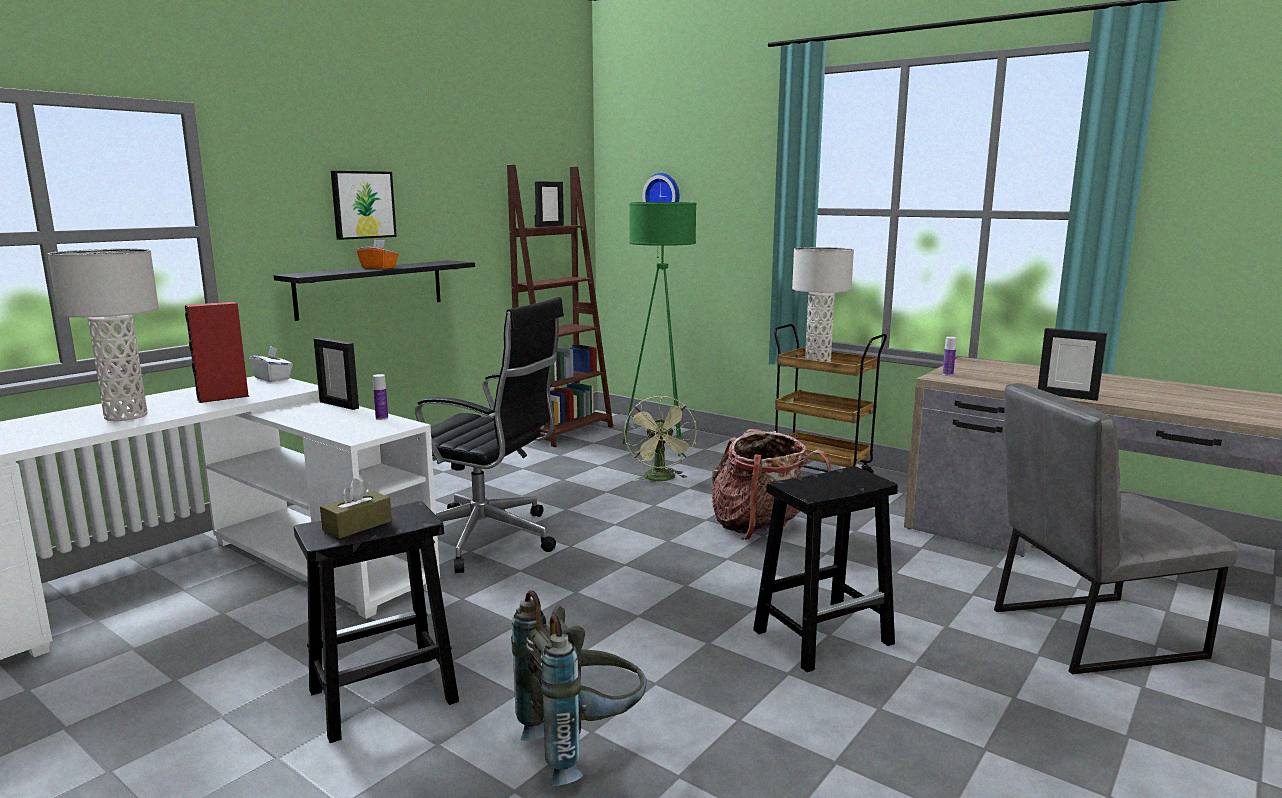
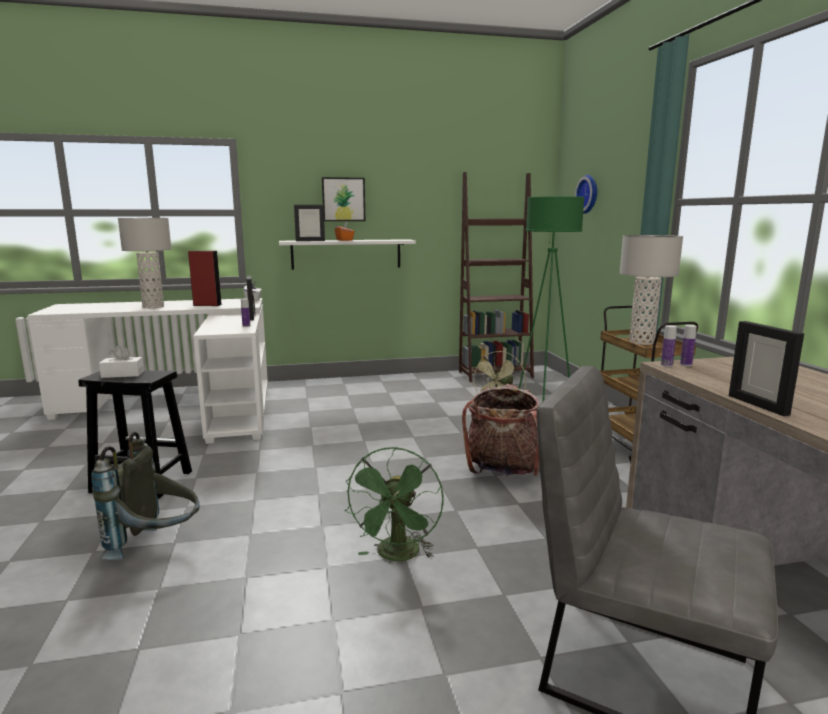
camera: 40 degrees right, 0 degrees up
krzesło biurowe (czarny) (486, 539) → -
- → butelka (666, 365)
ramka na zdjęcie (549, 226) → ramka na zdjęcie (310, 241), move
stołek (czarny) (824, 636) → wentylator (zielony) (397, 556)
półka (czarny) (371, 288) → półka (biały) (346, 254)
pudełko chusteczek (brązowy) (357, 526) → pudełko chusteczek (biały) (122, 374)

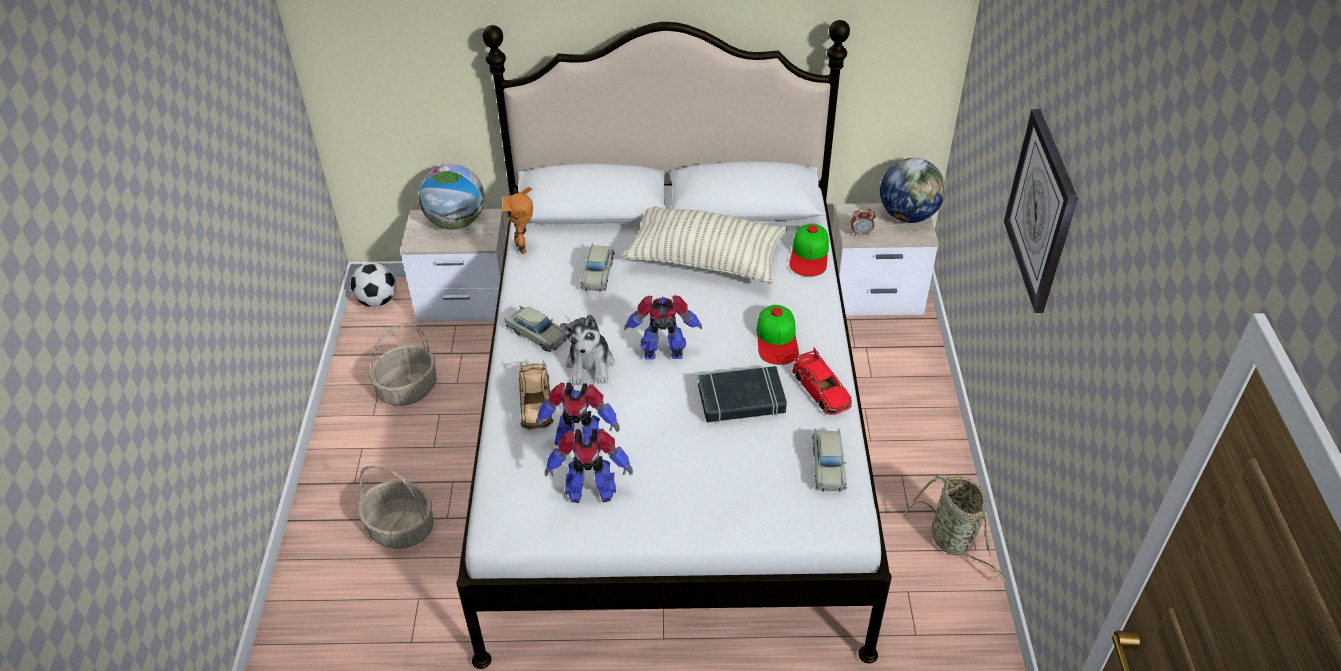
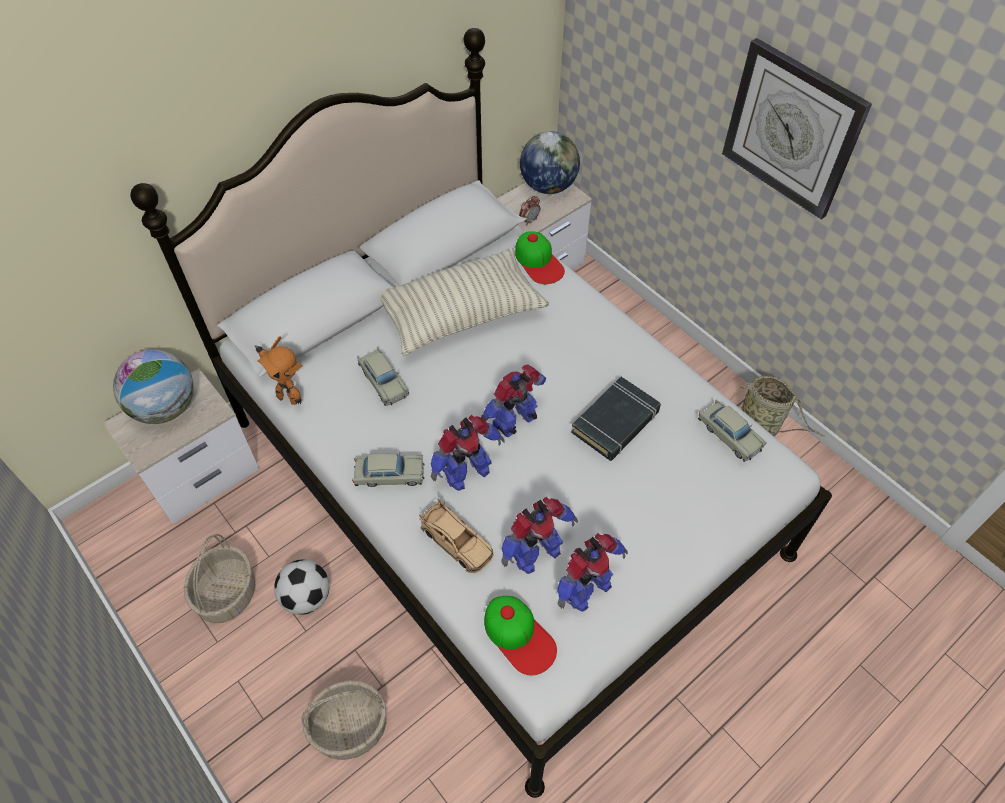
camera: 40 degrees left, 10 degrees up
samochodzik (czerwony) (821, 389) → -
piłka futbolowa (377, 300) → piłka futbolowa (307, 597), move
czapka z daszkiem (777, 339) → czapka z daszkiem (519, 636), move
pluszak (590, 365) → robot zabawkowy (466, 472)

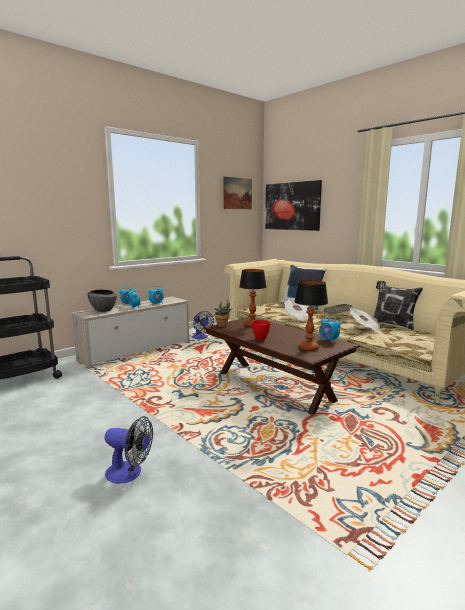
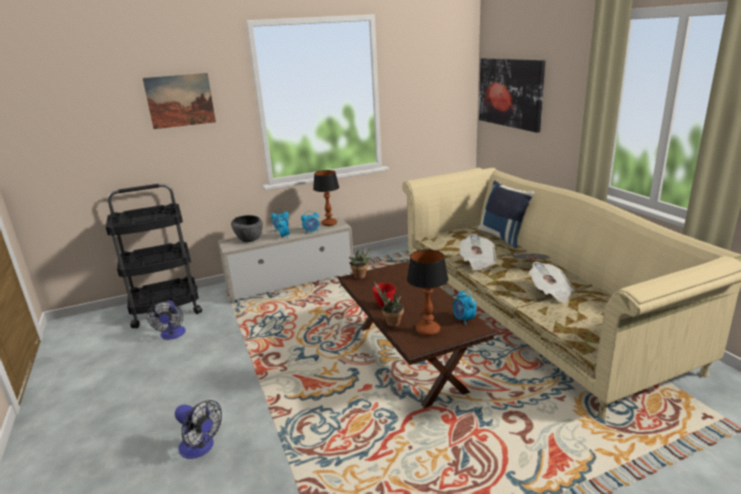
camera: 20 degrees right, 10 degrees up
poduszka (392, 325) → -
- → roślina doniczkowa (391, 323)
wentylator (201, 338) → wentylator (172, 335), move
obraz (237, 193) → obraz (180, 100), move
lampa stołowa (252, 325) → lampa stołowa (329, 224), move

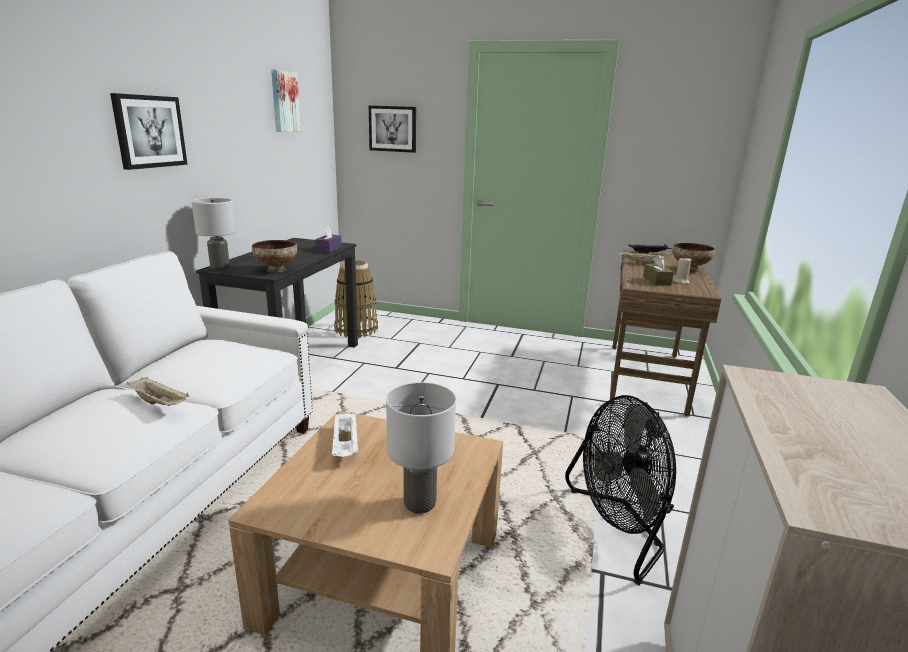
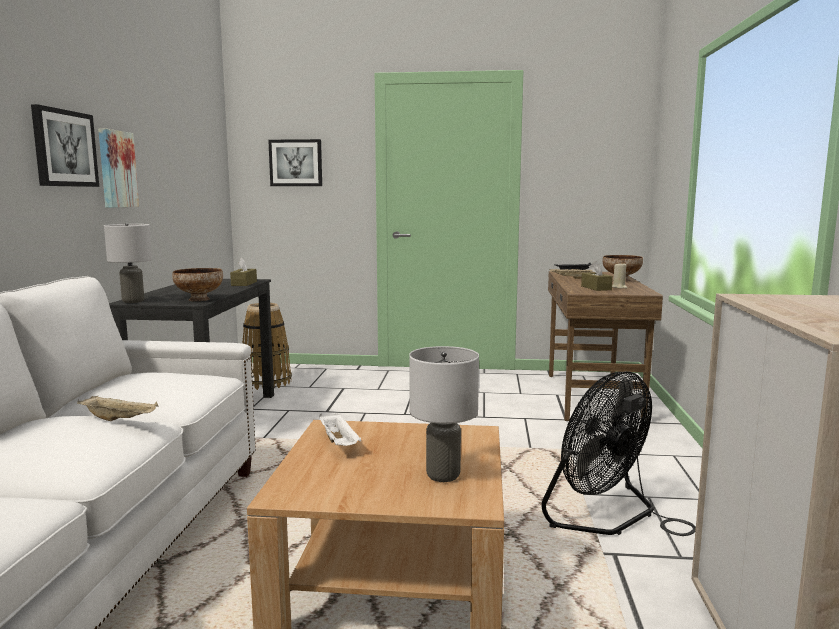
camera: 10 degrees left, 10 degrees down
obraz (284, 101) → obraz (116, 169), move
pudełko chusteczek (fioletowy) (329, 249) → pudełko chusteczek (brązowy) (244, 283)
wentylator (czarny) (623, 525) → wentylator (czarny) (618, 515), 75 degrees clockwise

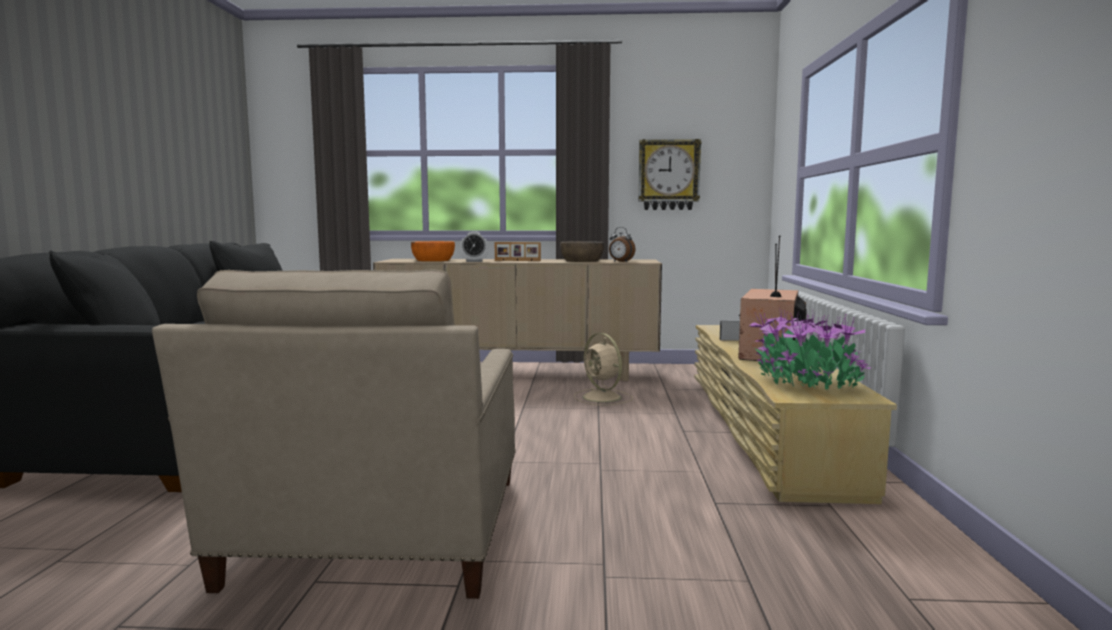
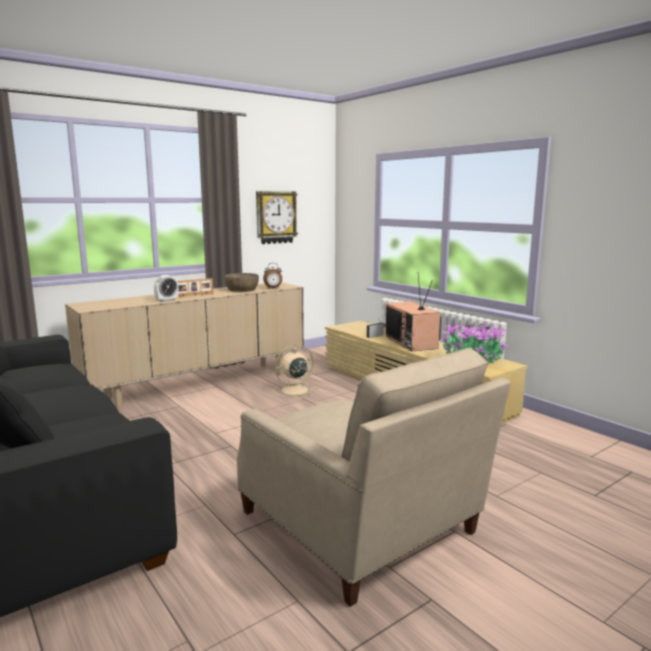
camera: 40 degrees left, 5 degrees up
miska (pomarańczowy) (433, 260) → -
wentylator (beżowy) (603, 397) → wentylator (beżowy) (293, 391), 135 degrees clockwise

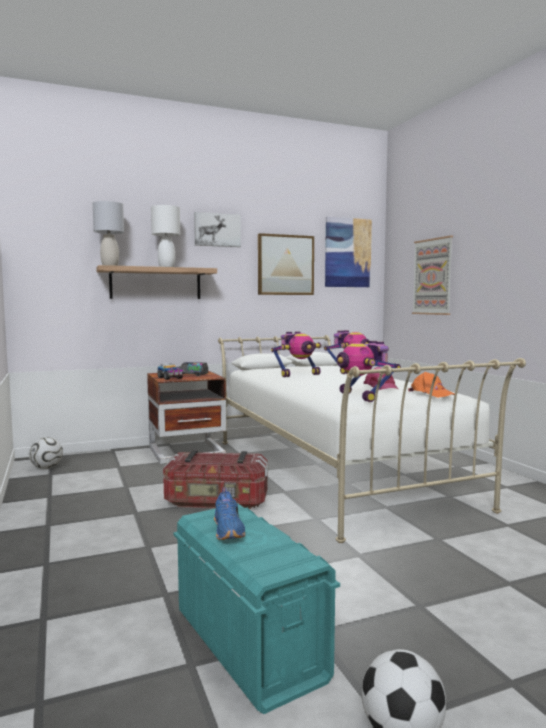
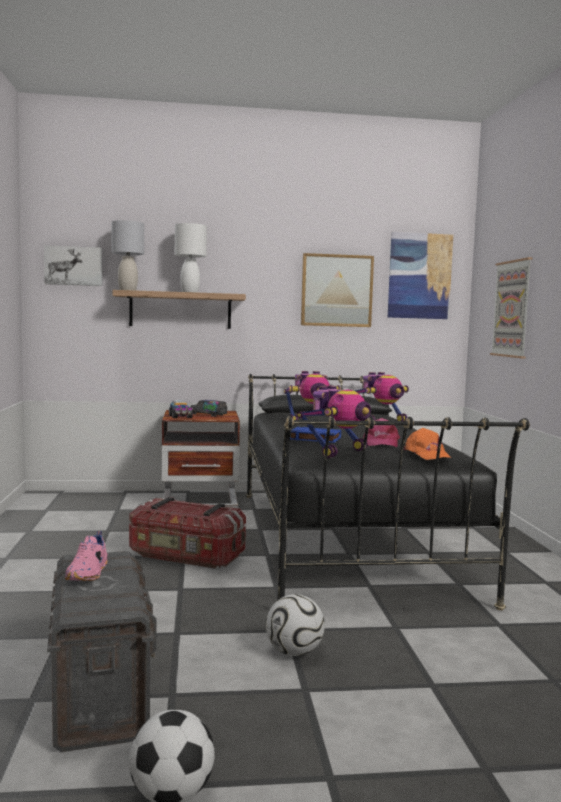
camera: 15 degrees right, 0 degrees up
- → książka (niebieski) (314, 438)
piłka futbolowa (47, 468) → piłka futbolowa (294, 652), move
obraz (217, 230) → obraz (73, 266), move
pojemnik do przechowywania (turkusowy) (249, 644) → pojemnik do przechowywania (szary) (99, 692)
but (niebieski) (229, 530) → but (różowy) (89, 573)
łóżko (biały) (333, 471) → łóżko (czarny) (344, 540)
robot zabawkowy (363, 397) → robot zabawkowy (337, 452), 135 degrees counterclockwise

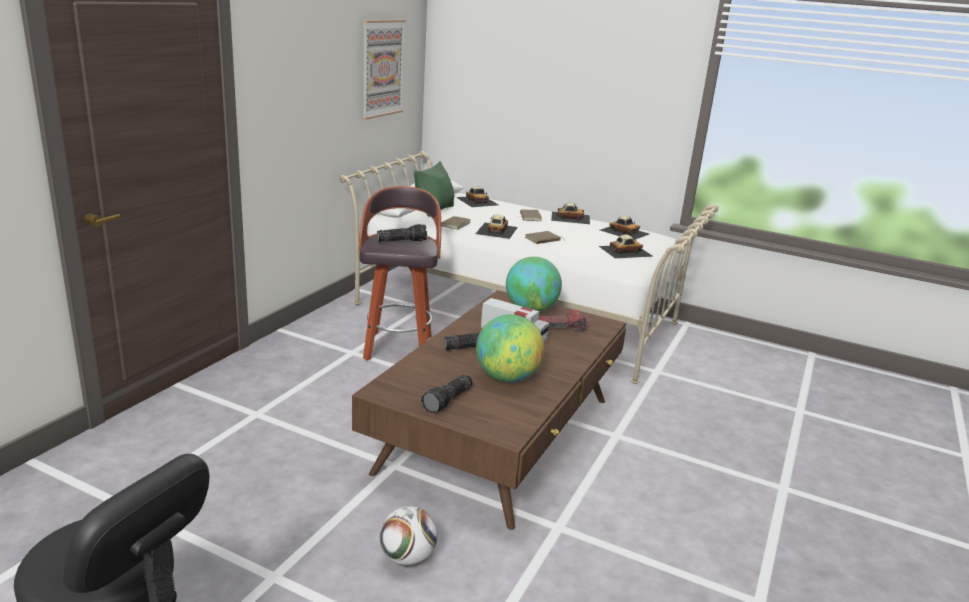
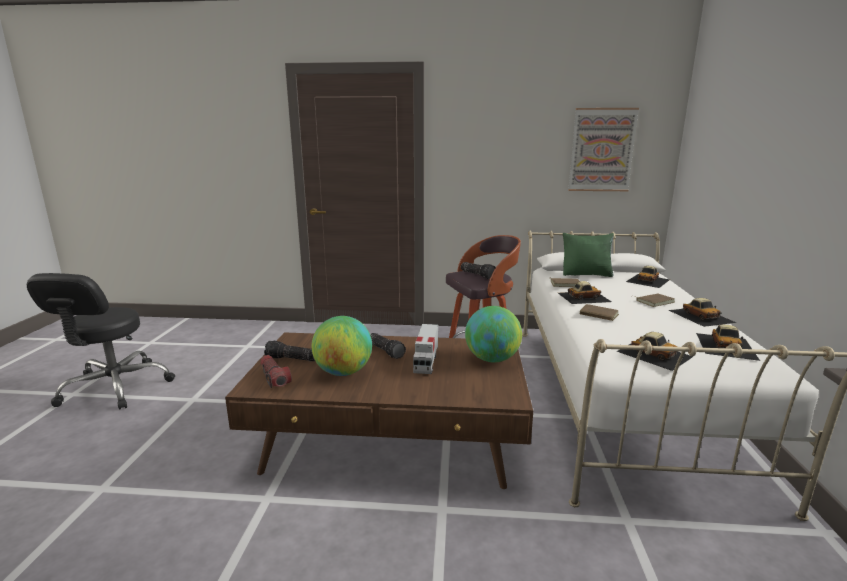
camera: 70 degrees right, 5 degrees down
piłka futbolowa (407, 558) → -
latarka (559, 328) → latarka (274, 377), move

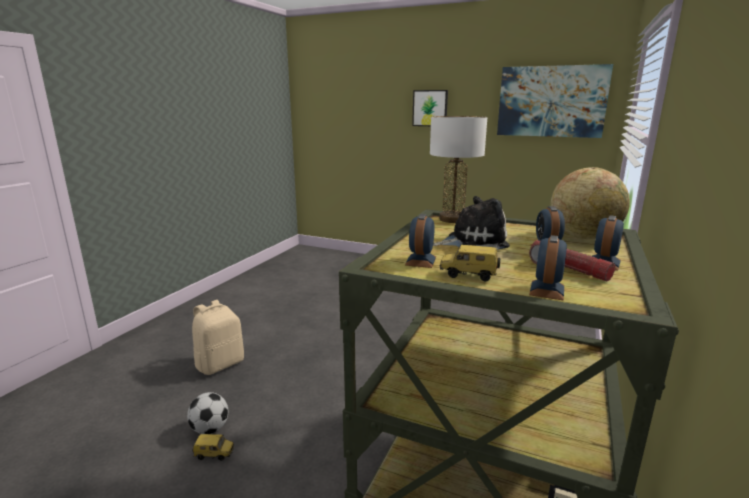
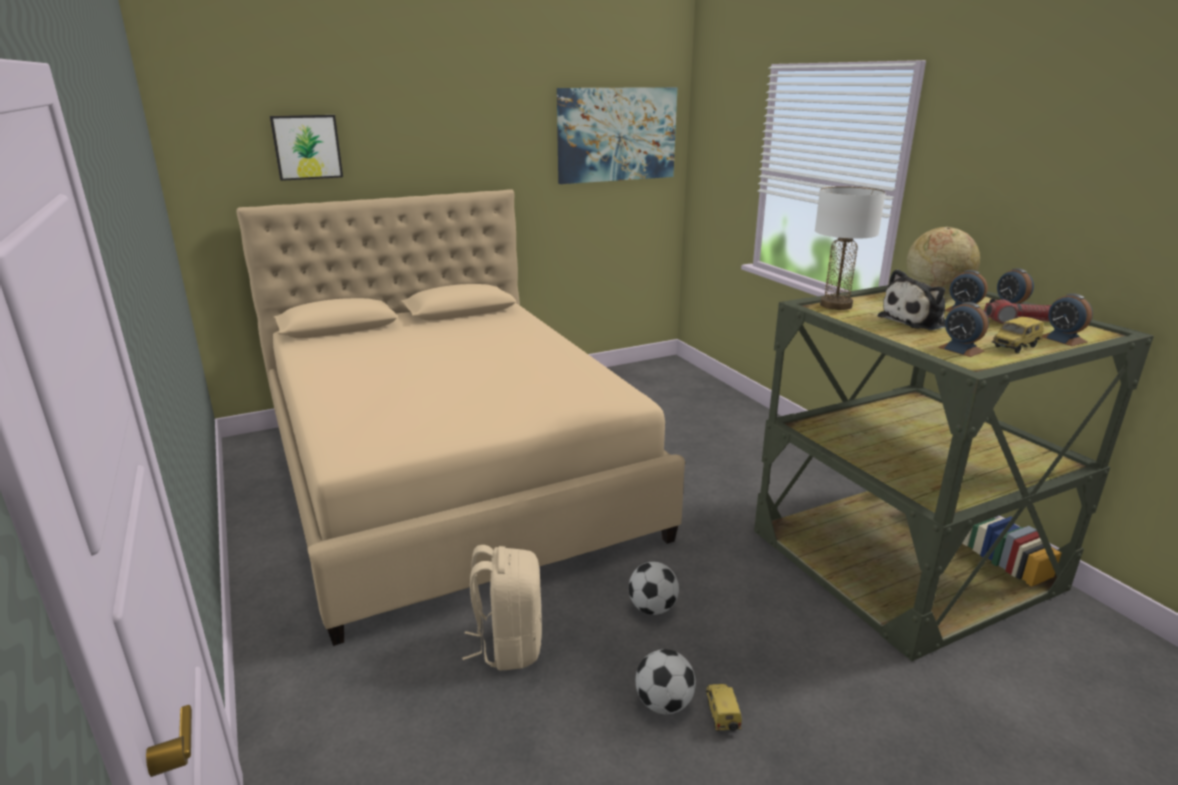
camera: 50 degrees left, 5 degrees up
- → łóżko (beżowy) (452, 477)
- → piłka futbolowa (653, 608)
obraz (430, 108) → obraz (307, 147), move
samochodzik (214, 454) → samochodzik (720, 715), 45 degrees counterclockwise
pluszak (473, 242) → pluszak (917, 321), 150 degrees counterclockwise

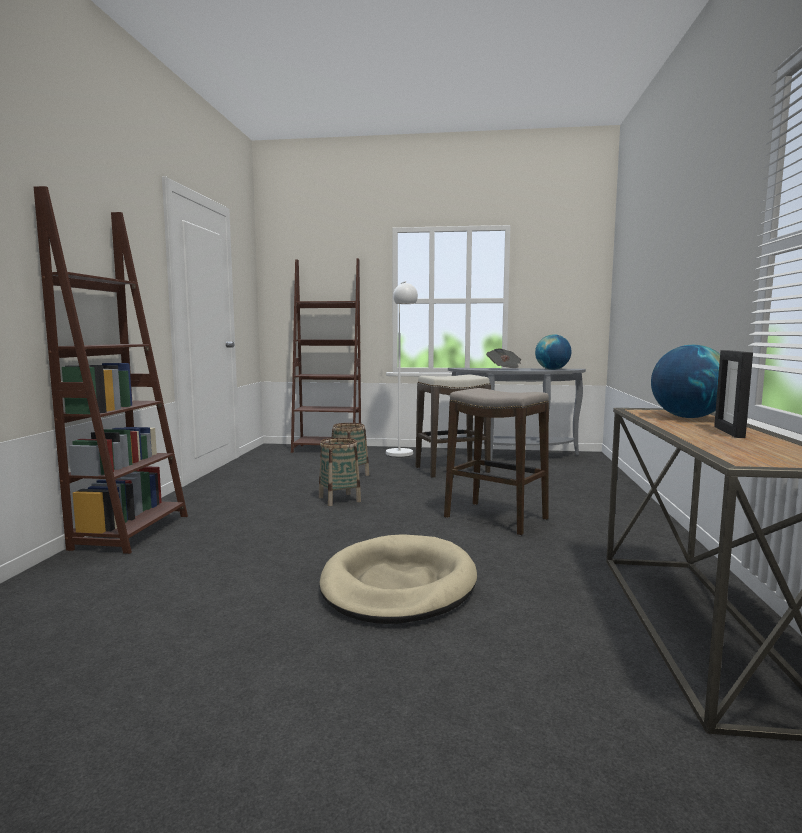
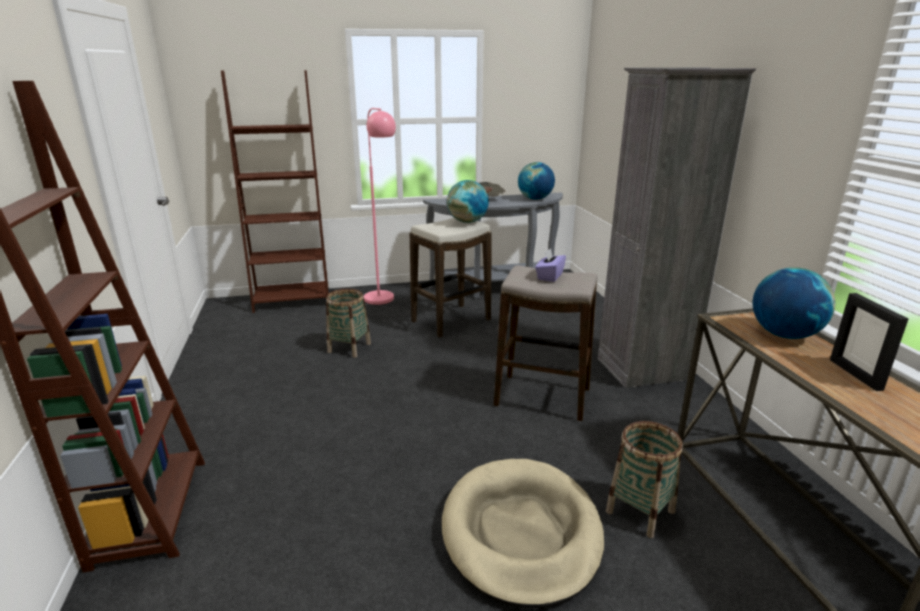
camera: 20 degrees left, 15 degrees up
- → globus (467, 222)
- → pudełko chusteczek (fioletowy) (549, 276)
- → szafka (szary) (643, 369)
koszyk (339, 499) → koszyk (640, 511), move
lampa stojąca (biały) (401, 456) → lampa stojąca (różowy) (383, 302)

